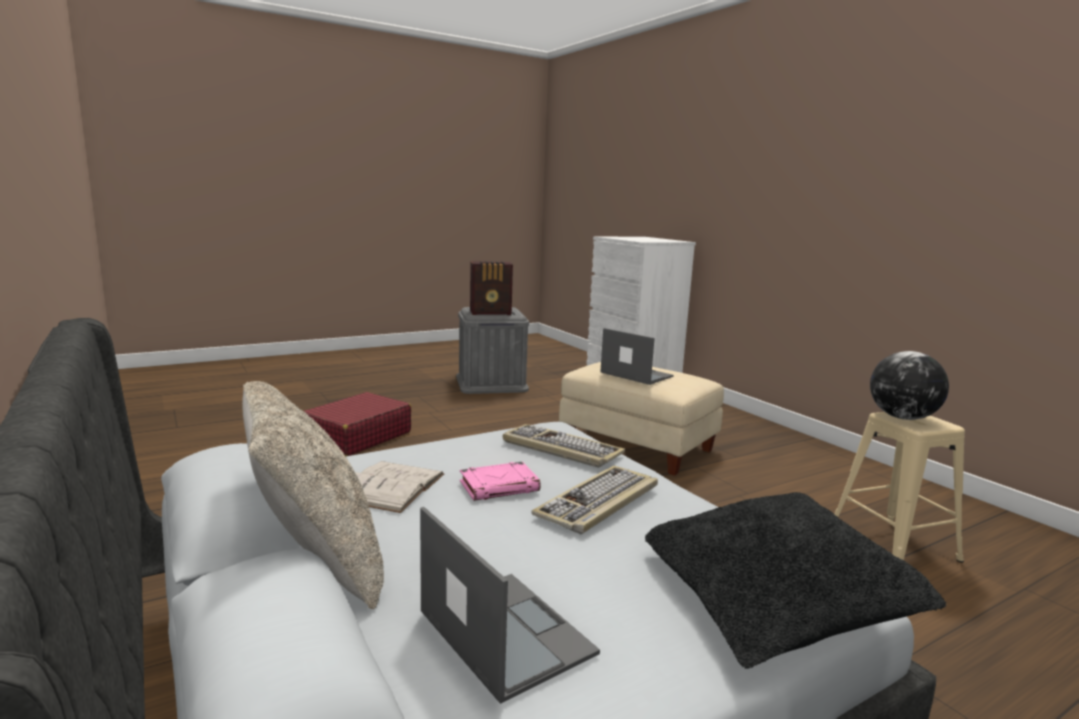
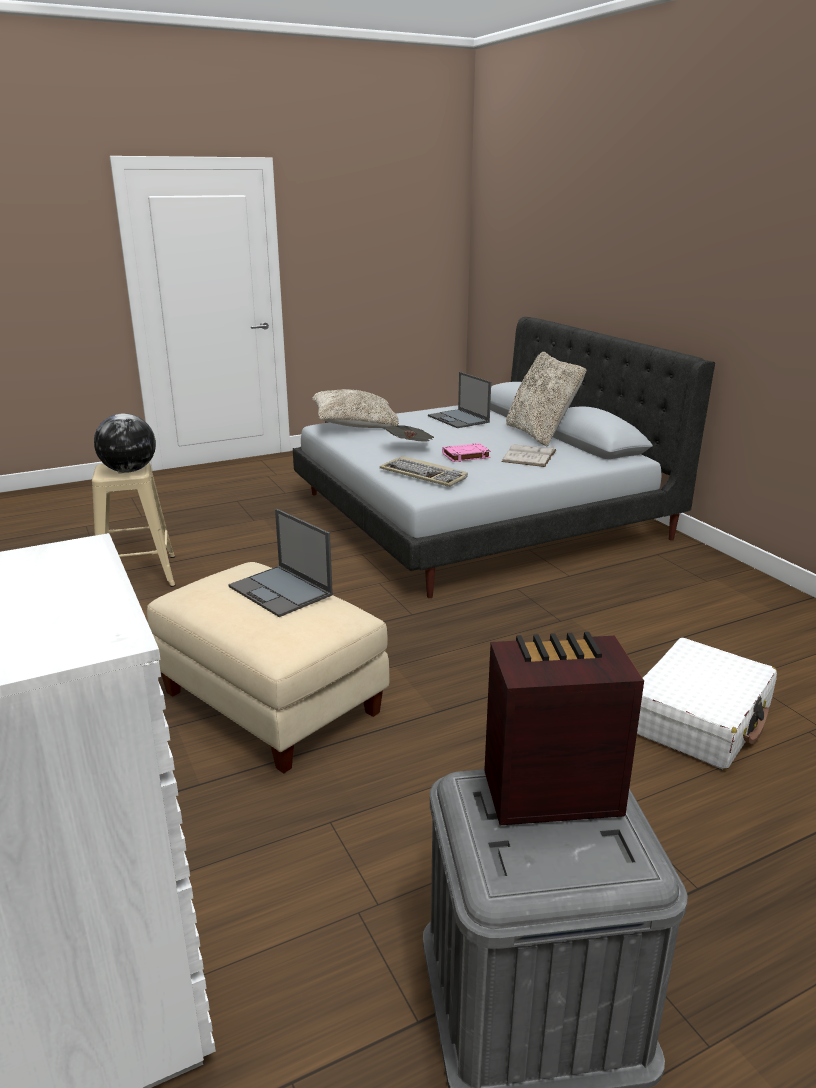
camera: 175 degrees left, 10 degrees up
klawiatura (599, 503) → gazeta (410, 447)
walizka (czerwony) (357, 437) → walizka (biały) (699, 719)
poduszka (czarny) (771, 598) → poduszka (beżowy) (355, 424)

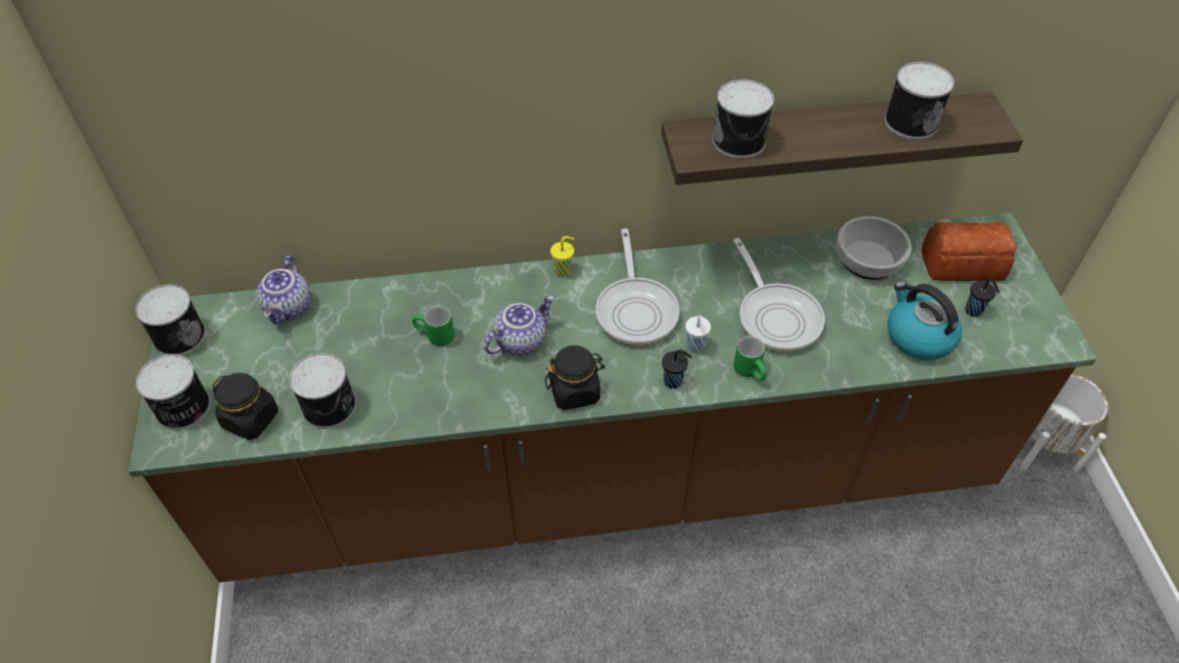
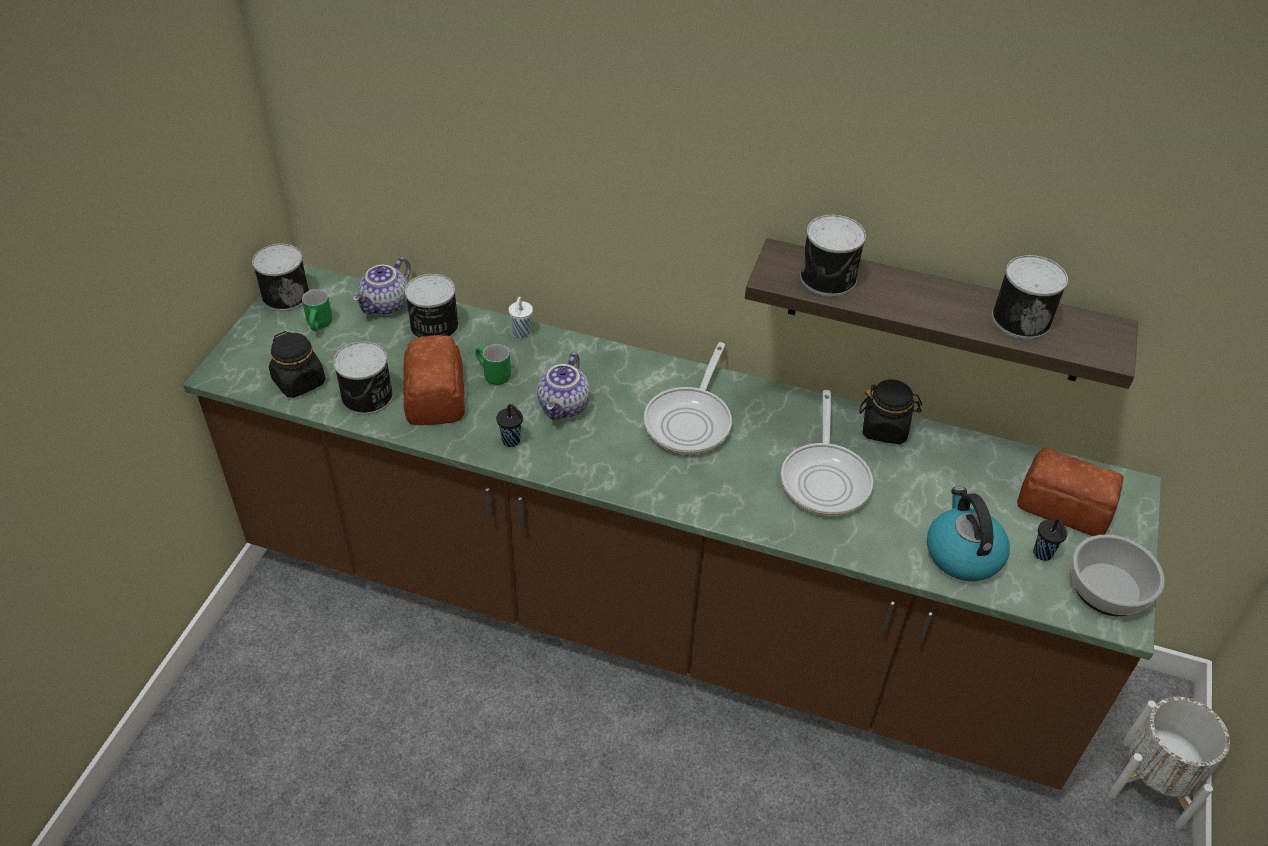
camera: 25 degrees right, 5 degrees down
filiżanka (żółty) (564, 271) → -
- → chleb (436, 393)
puszka (183, 409) → puszka (434, 327), move
słoik (czarny) (575, 391) → słoik (czarny) (885, 428), move
filiżanka (czarny) (674, 381) → filiżanka (czarny) (512, 441), move
filiżanka (biały) (695, 347) → filiżanka (biały) (521, 333), move
kubek (zielony) (751, 372) → kubek (zielony) (321, 326), move
miska (869, 260) → miska (1108, 589), move
imbryk (520, 340) → imbryk (565, 406), 120 degrees clockwise

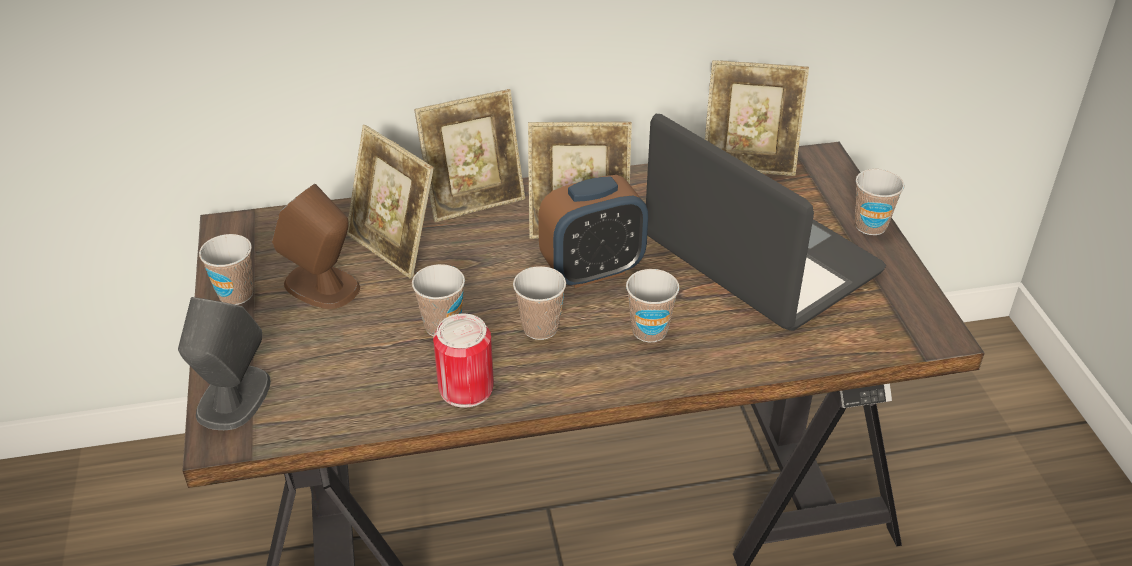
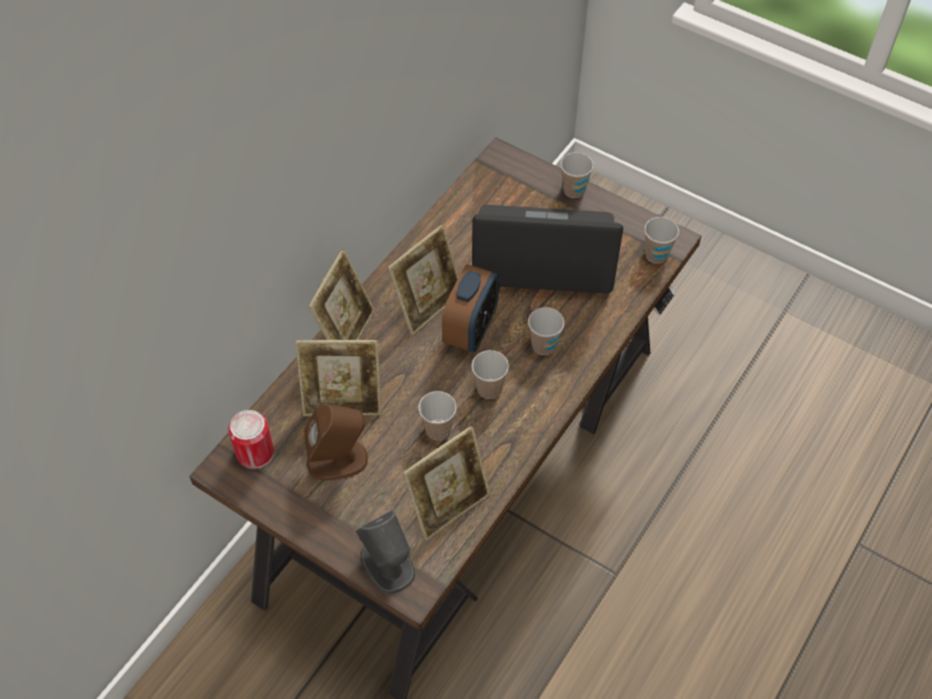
camera: 45 degrees left, 15 degrees up
filiżanka (236, 294) → filiżanka (656, 255), move
puszka (466, 388) → puszka (255, 452), move
ramka na zdjęcie (748, 163) → ramka na zdjęcie (449, 506), move

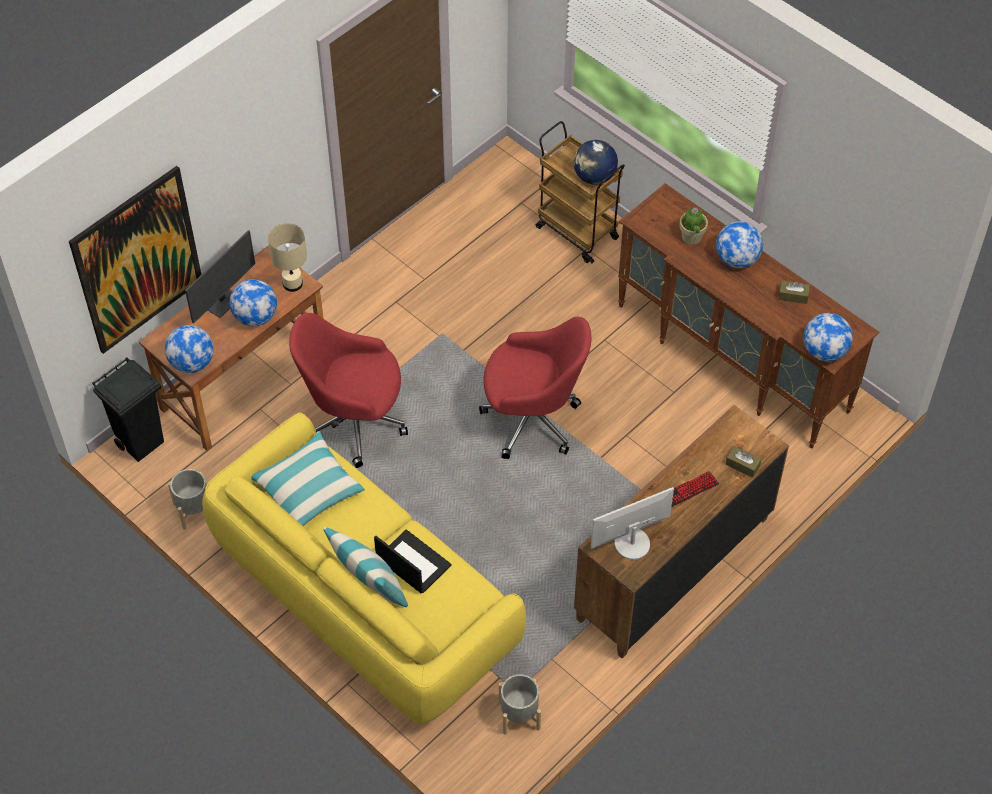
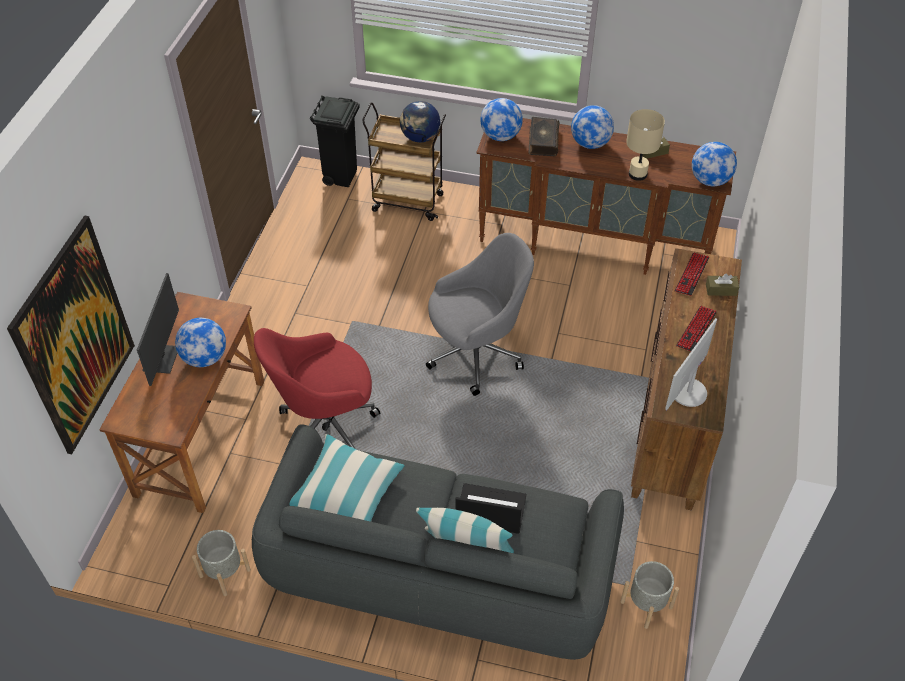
camera: 30 degrees left, 5 degrees down
- → klawiatura (692, 275)
kosz na śmieci (czarny) (142, 443) → kosz na śmieci (czarny) (341, 176), move
globus (192, 363) → globus (500, 136), move
lampa stołowa (beżowy) (292, 284) → lampa stołowa (beżowy) (638, 174), move
roślina doniczkowa (691, 237) → książka (542, 142)
kanapa (żółty) (365, 598) → kanapa (szary) (439, 572)
krzesło biurowe (czerwony) (532, 420) → krzesło biurowe (szary) (476, 355)

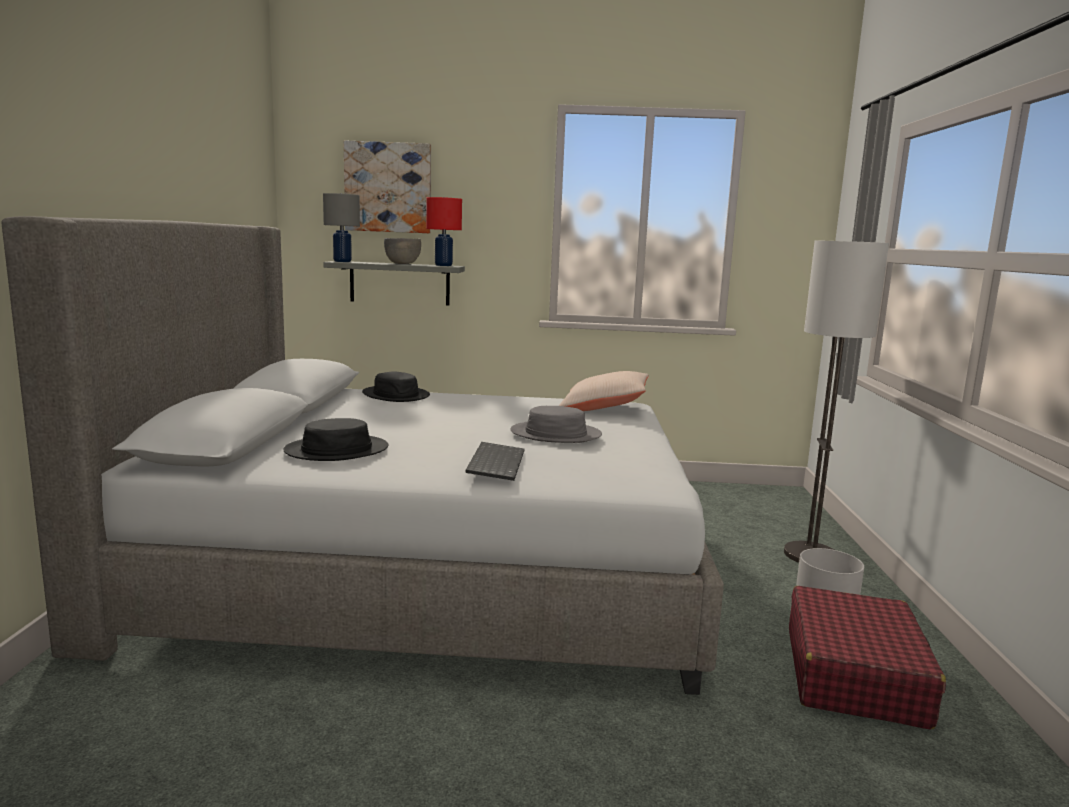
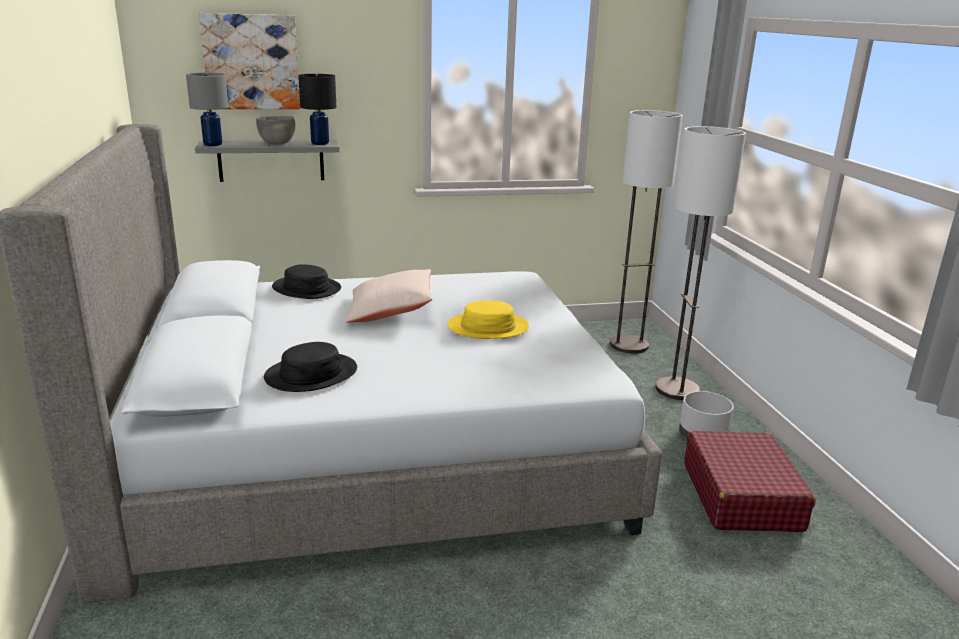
camera: 15 degrees left, 10 degrees up
klawiatura (494, 463) → -
- → lampa stojąca (629, 345)
poduszka (beżowy) (604, 407) → poduszka (beżowy) (390, 311), move
lampa stołowa (czerwony) (443, 265) → lampa stołowa (czarny) (320, 143)
kapelusz (szary) (555, 434) → kapelusz (żółty) (488, 327)

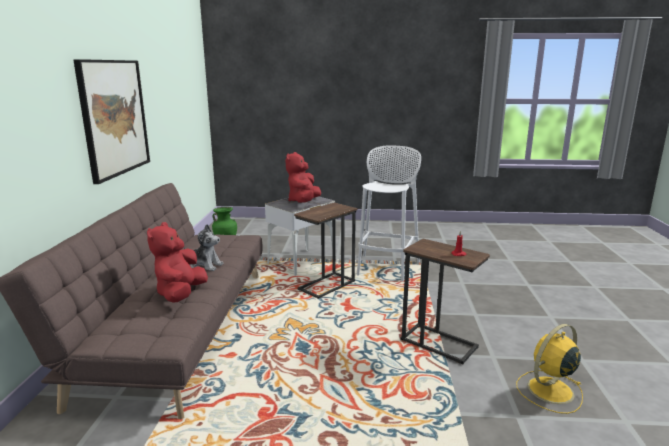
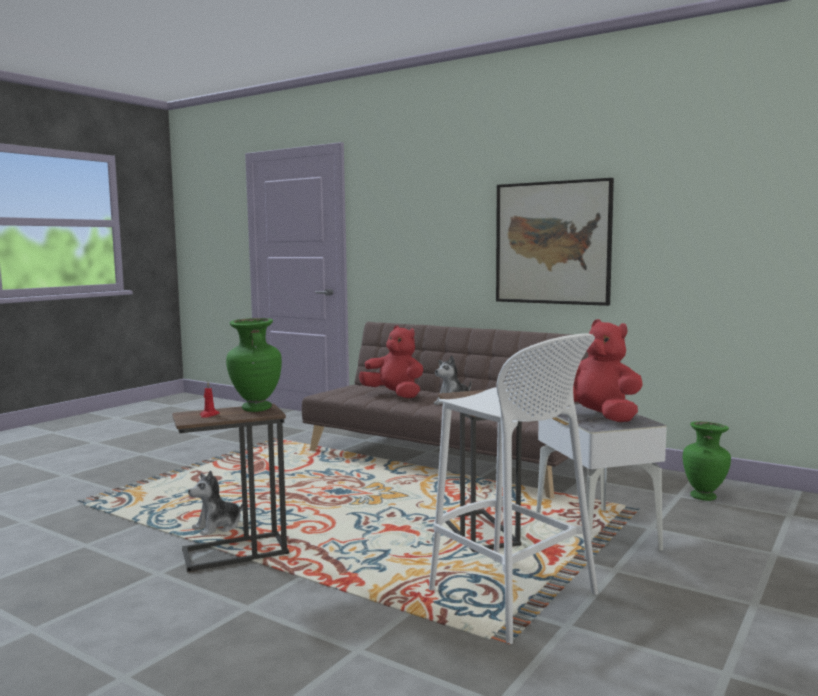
camera: 120 degrees right, 10 degrees down
wentylator (żółty) (549, 391) → -
- → pluszak (217, 527)
- → wazon (zielony) (255, 409)

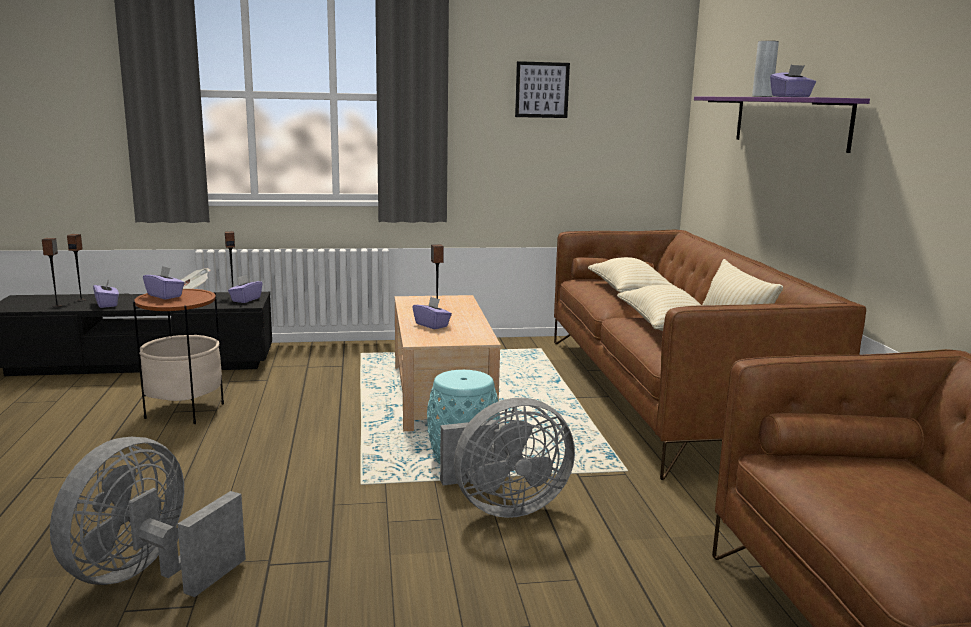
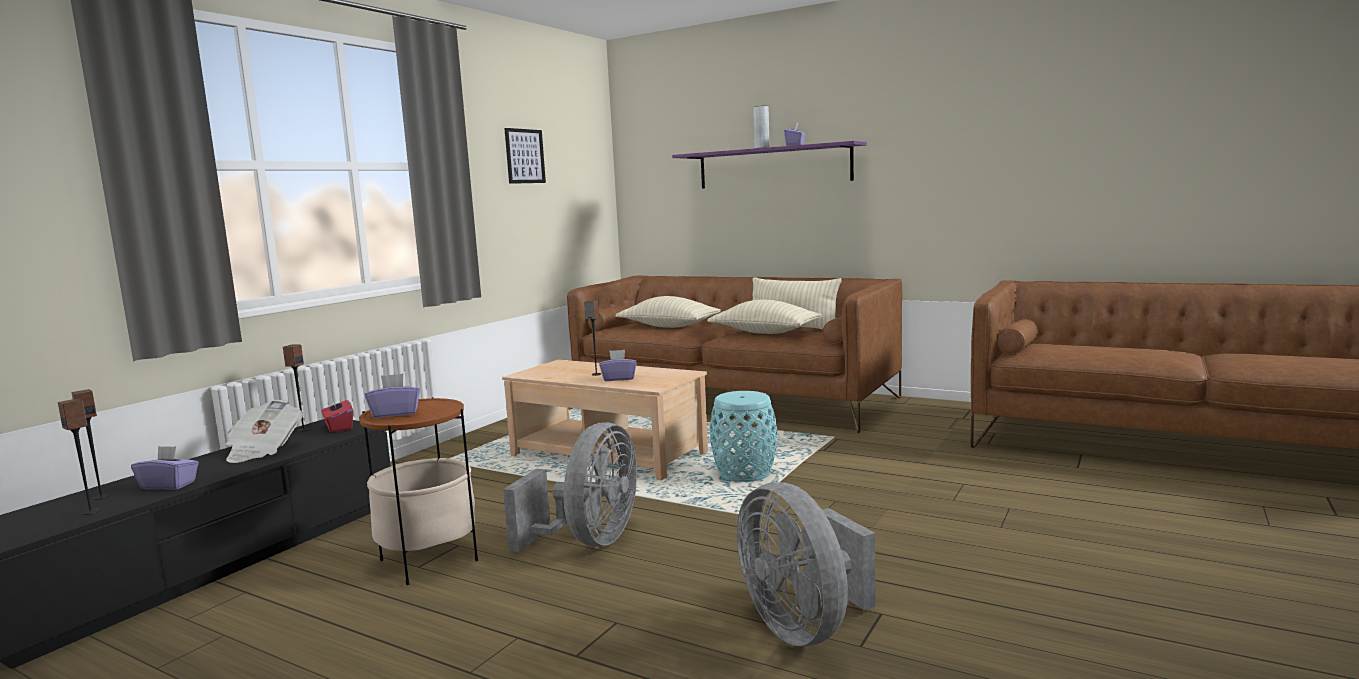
camera: 50 degrees left, 5 degrees down
wentylator (szary) (503, 506) → wentylator (szary) (590, 541), move
pudełko chusteczek (fioletowy) (245, 299) → pudełko chusteczek (czerwony) (338, 427)

